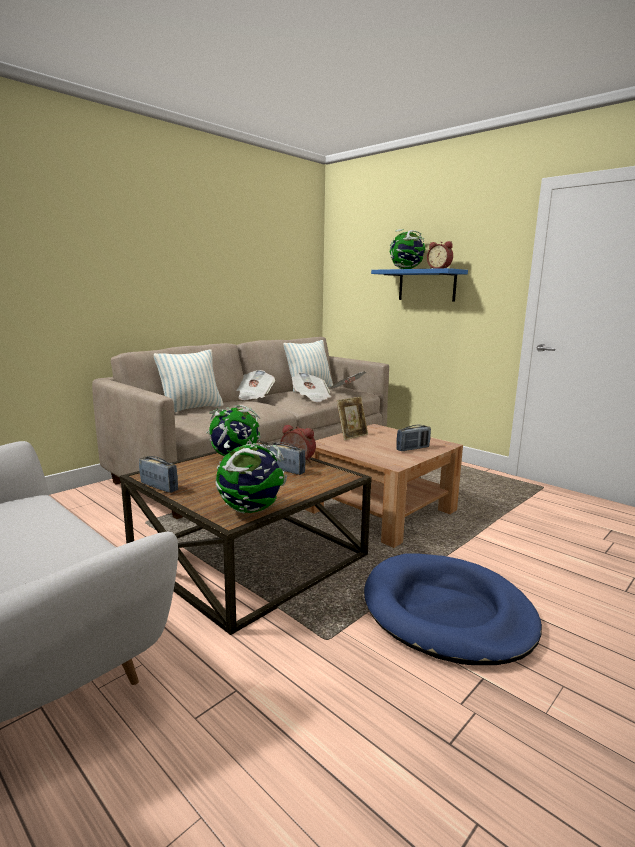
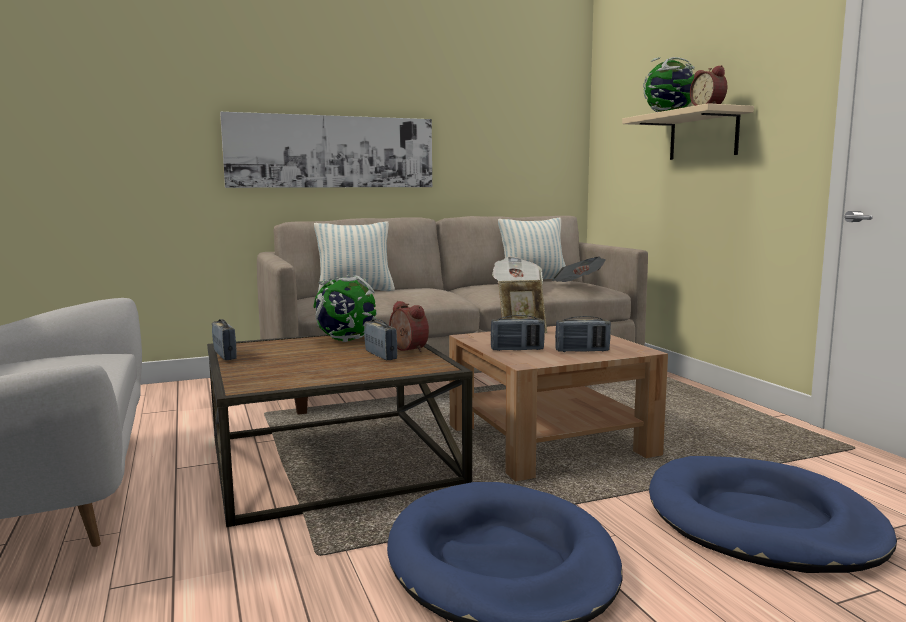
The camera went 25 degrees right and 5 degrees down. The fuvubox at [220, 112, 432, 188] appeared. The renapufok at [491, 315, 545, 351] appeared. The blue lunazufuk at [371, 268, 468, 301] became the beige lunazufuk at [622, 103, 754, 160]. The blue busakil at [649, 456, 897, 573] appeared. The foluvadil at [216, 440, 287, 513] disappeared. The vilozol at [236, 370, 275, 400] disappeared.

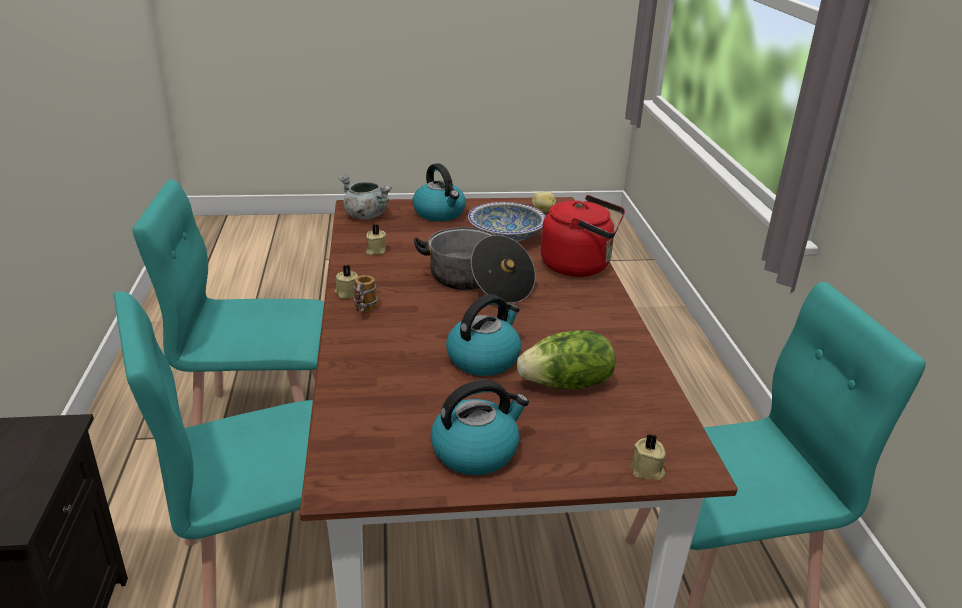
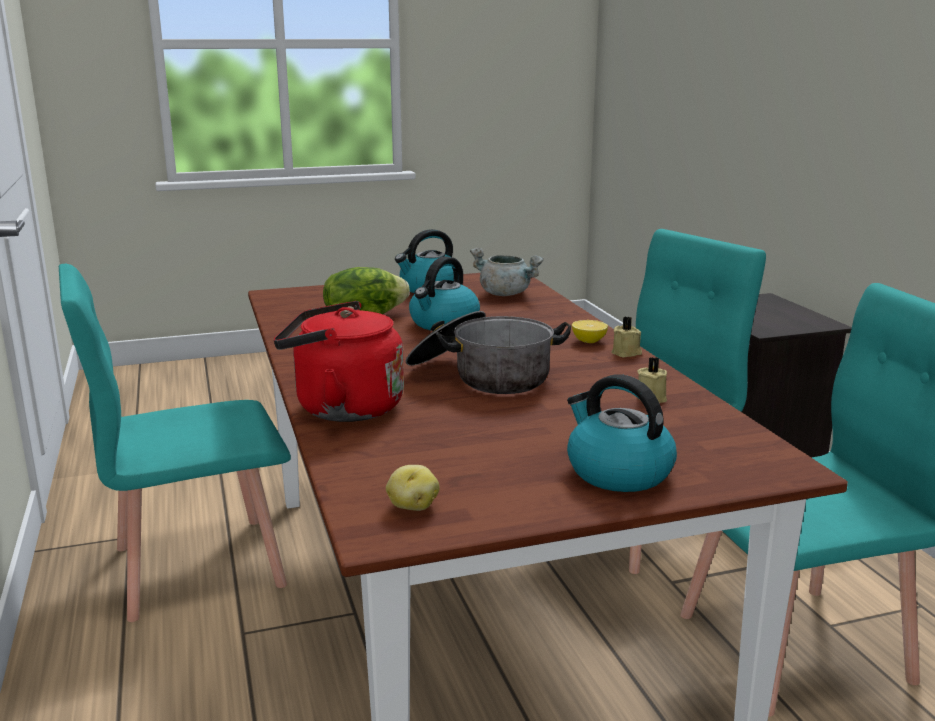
The camera went 170 degrees right and 10 degrees down. The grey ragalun moved from [338, 175, 392, 219] to [470, 247, 544, 296]. The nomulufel at [354, 275, 378, 312] was replaced by the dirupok at [572, 320, 608, 343]. The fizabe at [468, 202, 546, 242] disappeared. The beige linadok at [630, 434, 666, 480] disappeared.

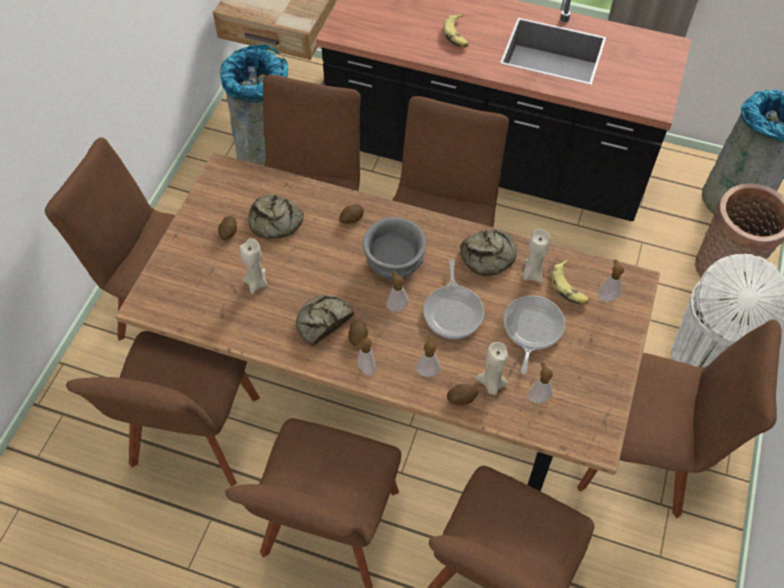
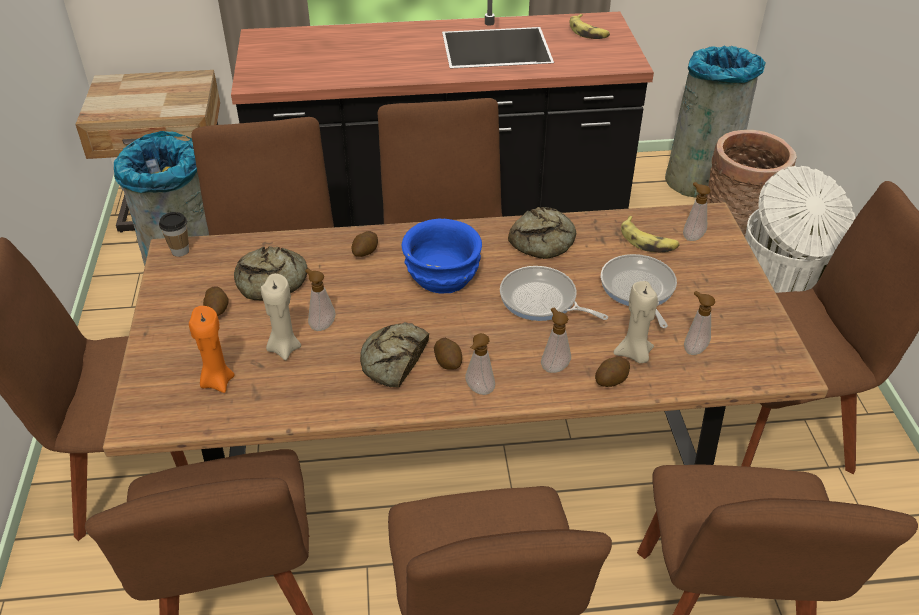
The camera went 25 degrees left and 15 degrees down. The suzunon at [159, 212, 189, 257] appeared. The orange linadok at [189, 306, 235, 393] appeared. The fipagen moved from [386, 271, 409, 312] to [305, 269, 336, 331]. The grey fizabe at [362, 217, 426, 279] became the blue fizabe at [402, 219, 482, 294]. The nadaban at [423, 259, 484, 339] turned 150 degrees clockwise. The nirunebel moved from [444, 14, 469, 47] to [570, 14, 610, 39]. The beige linadok at [522, 229, 551, 283] disappeared.

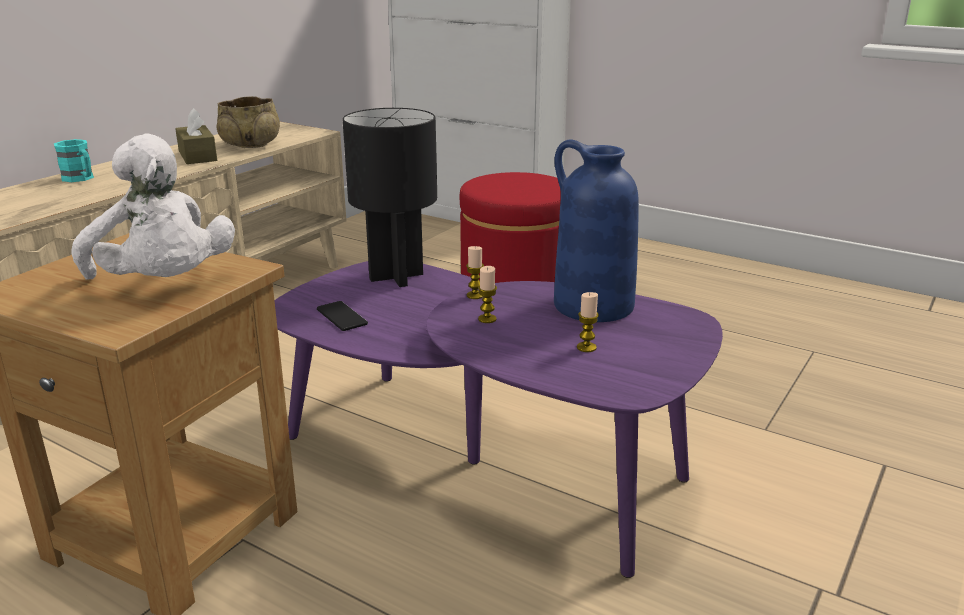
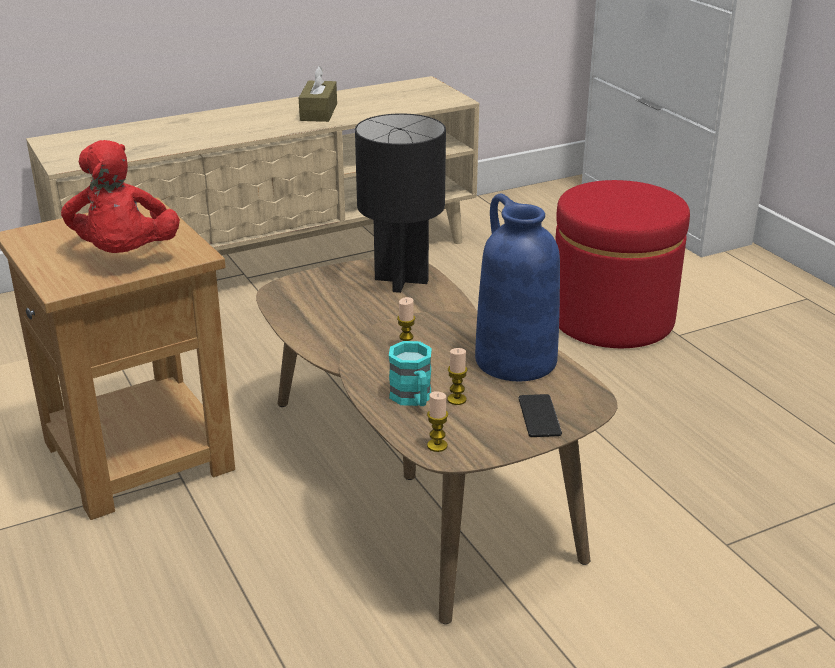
The camera went 30 degrees right and 5 degrees up. The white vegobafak at [71, 133, 235, 279] became the red vegobafak at [61, 140, 180, 253]. The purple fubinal at [274, 261, 723, 578] became the brown fubinal at [256, 258, 618, 624]. The turquoise nomulufel moved from [54, 139, 94, 182] to [389, 341, 432, 406]. The linadok moved from [466, 246, 484, 299] to [427, 391, 448, 452]. The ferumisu moved from [317, 301, 368, 331] to [519, 394, 562, 437]. The beige fizabe at [217, 96, 280, 148] disappeared.

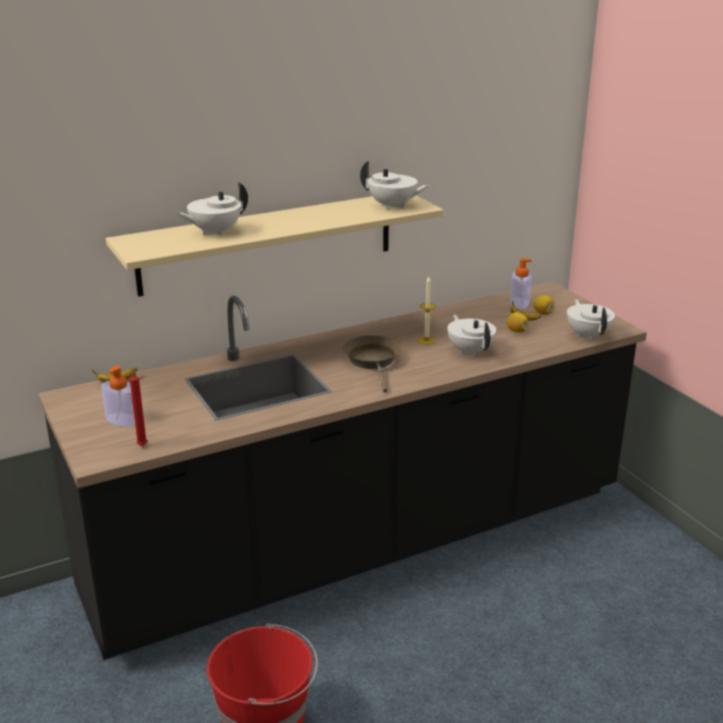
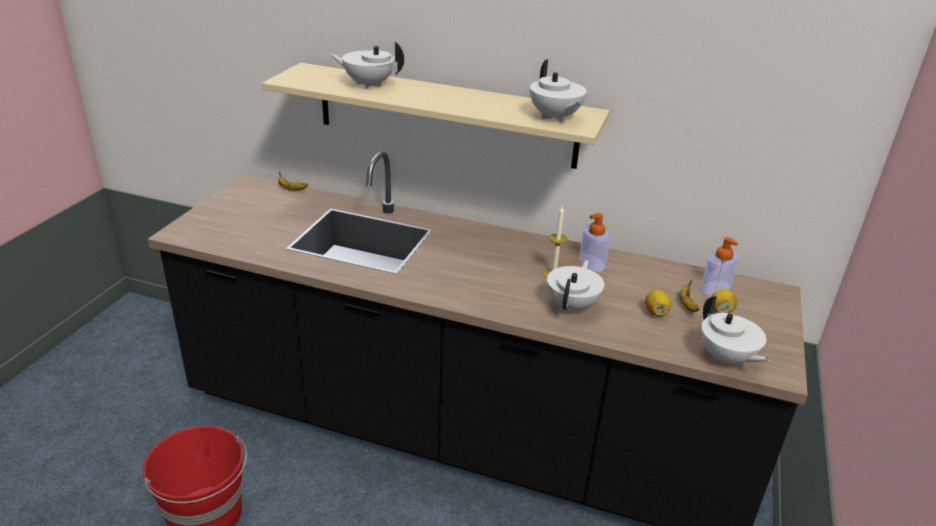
The camera went 45 degrees right and 5 degrees up. The fipagen moved from [101, 366, 135, 426] to [579, 213, 610, 272]. The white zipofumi at [567, 299, 615, 340] turned 120 degrees clockwise. The red linadok at [130, 374, 147, 446] disappeared. The brown nadaban at [343, 335, 401, 392] disappeared.

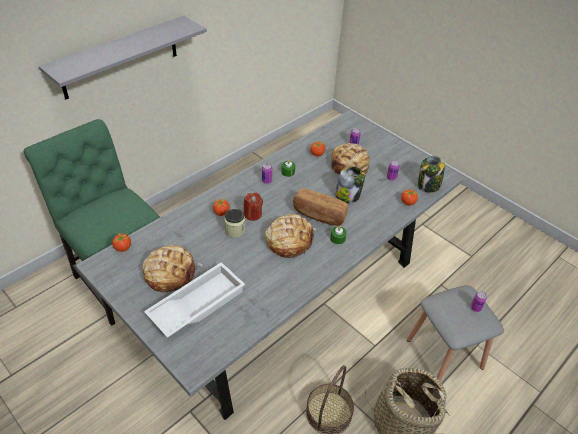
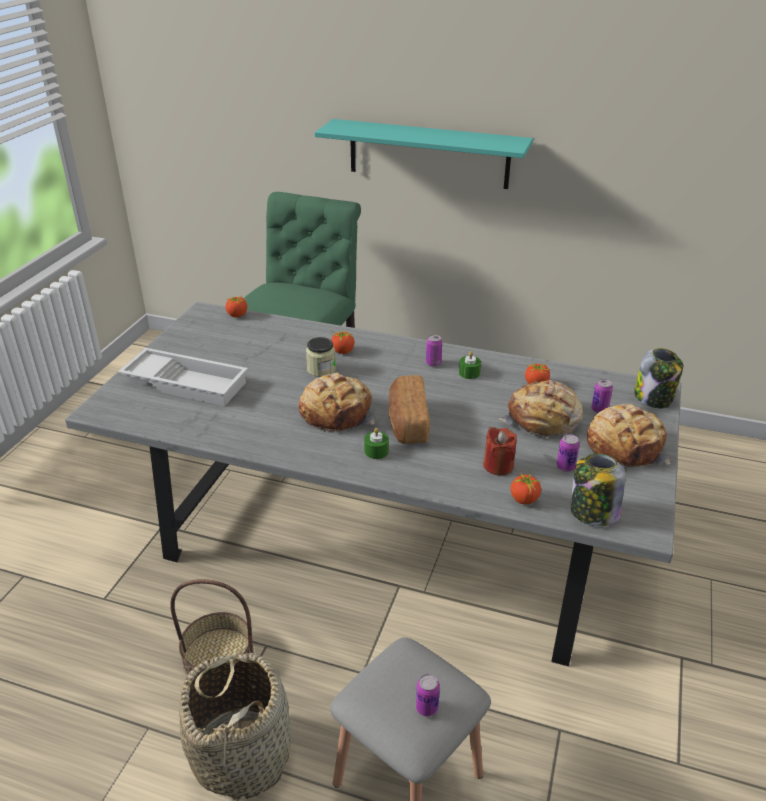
The camera went 65 degrees right and 10 degrees down. The grey lunazufuk at [39, 16, 207, 99] became the turquoise lunazufuk at [315, 119, 533, 189]. The red linadok moved from [244, 193, 263, 221] to [483, 427, 517, 476]. The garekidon moved from [142, 245, 203, 293] to [587, 404, 671, 467]. The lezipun moved from [335, 166, 365, 203] to [634, 348, 683, 408].

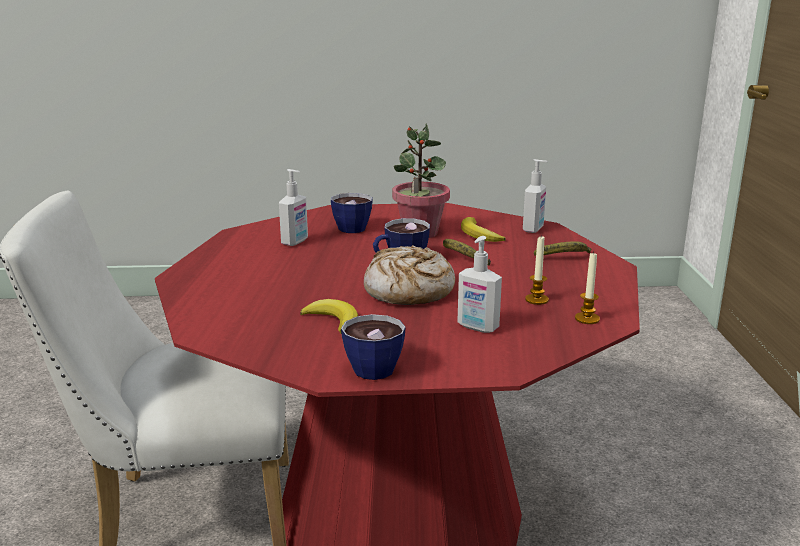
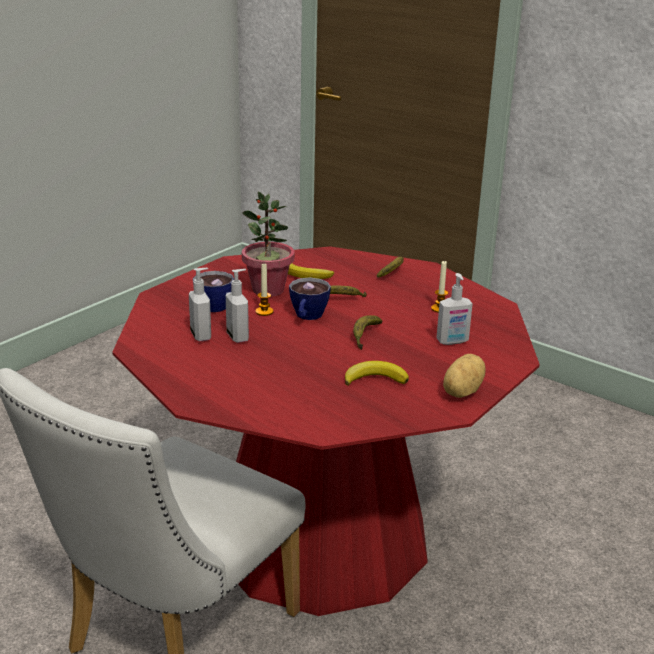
The camera went 50 degrees left and 5 degrees up. The fipagen moved from [523, 159, 548, 233] to [226, 269, 249, 343]. The linadok moved from [575, 251, 600, 324] to [255, 264, 273, 316]. The garekidon at [364, 245, 455, 305] was replaced by the nirunebel at [353, 315, 383, 350]. The suzunon at [341, 314, 406, 380] was replaced by the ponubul at [443, 354, 486, 398].

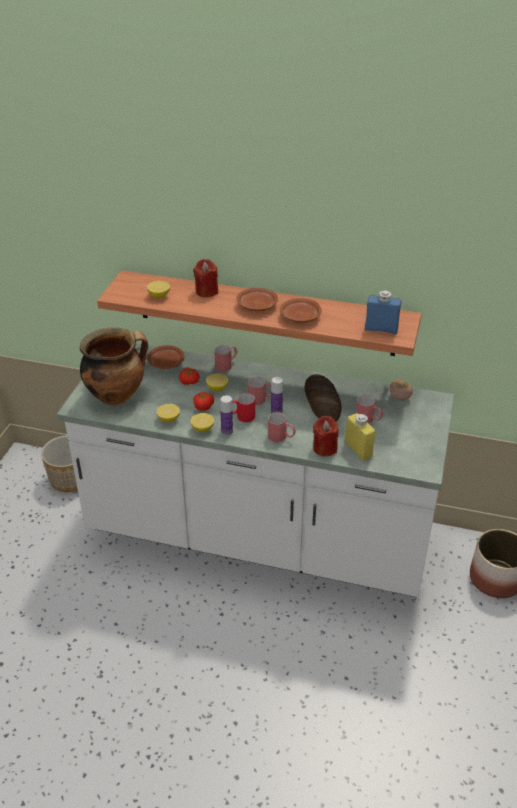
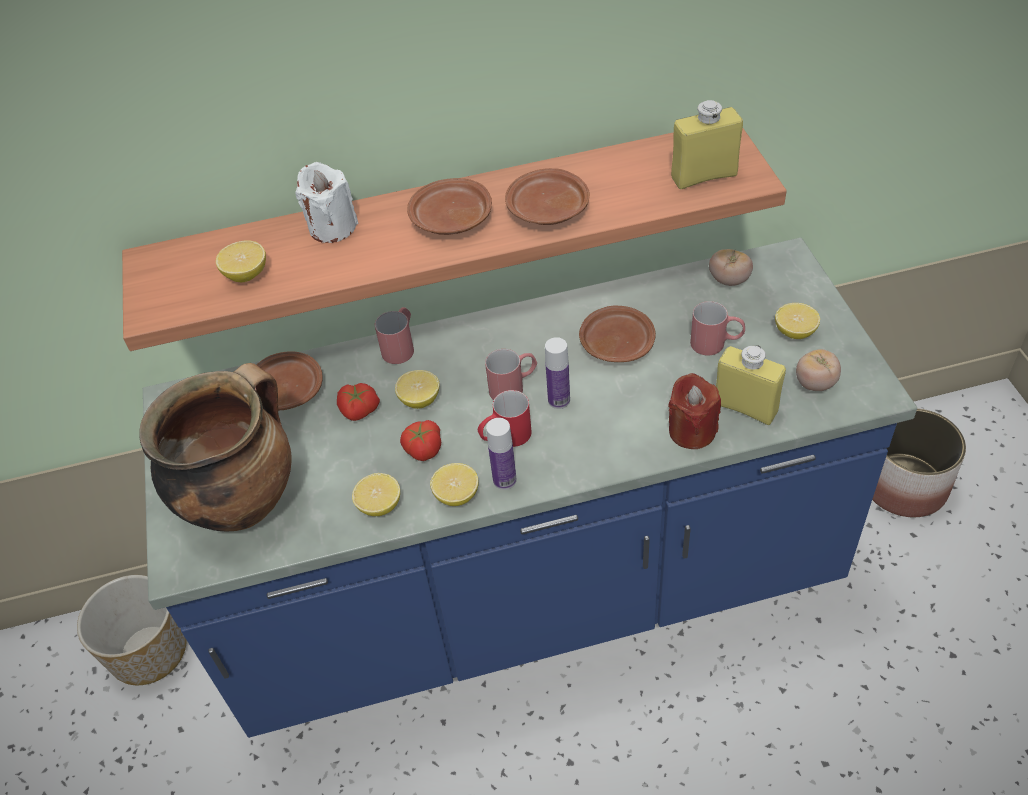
The camera went 25 degrees left and 10 degrees up. The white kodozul at [57, 343, 454, 597] became the blue kodozul at [143, 237, 917, 738]. The red linadok at [193, 259, 218, 297] became the white linadok at [295, 162, 358, 243]. The garekidon at [304, 374, 342, 421] was replaced by the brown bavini at [579, 306, 656, 362]. The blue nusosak at [365, 290, 401, 334] became the yellow nusosak at [671, 100, 743, 189]. The dirupok at [775, 303, 820, 339] appeared. The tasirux at [796, 349, 841, 391] appeared. The red nomulufel at [268, 412, 296, 442] disappeared.

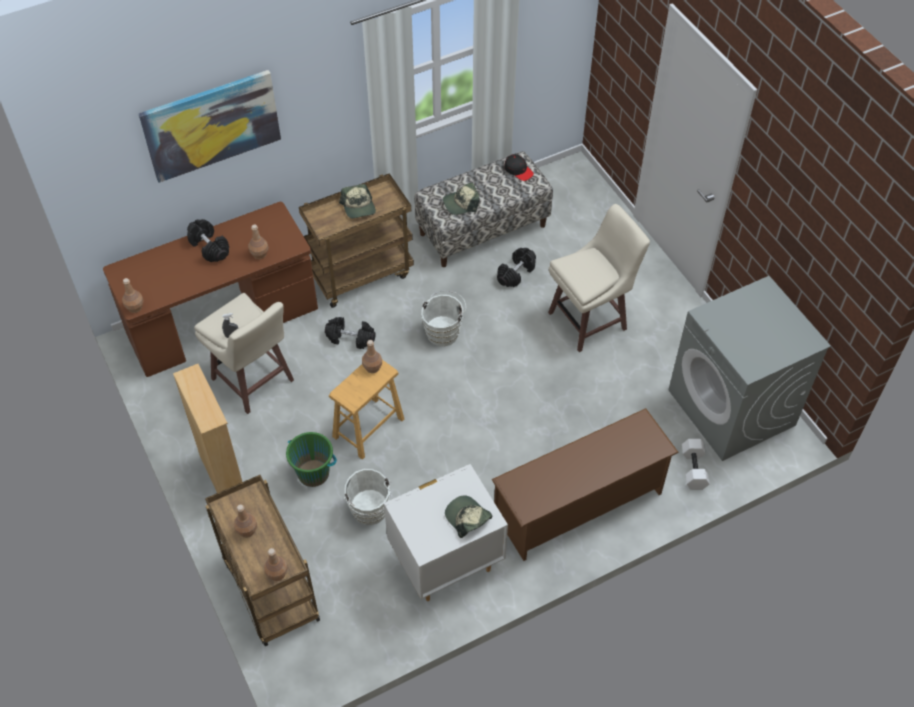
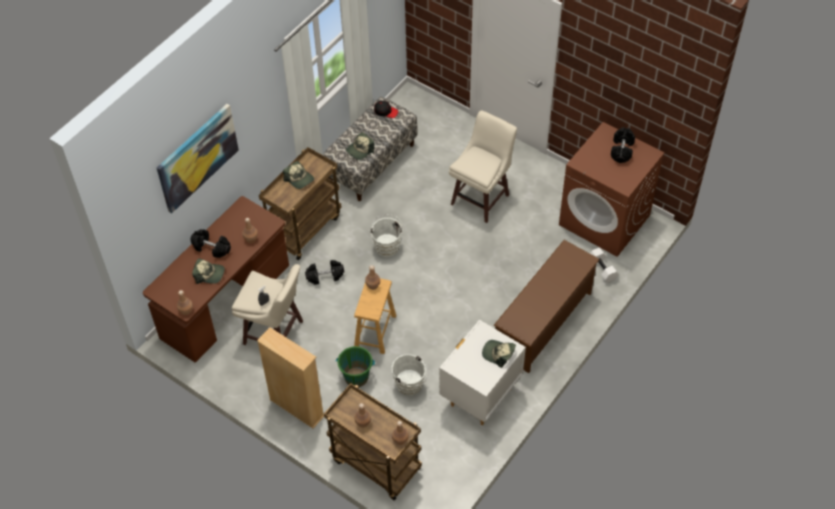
The camera went 25 degrees left and 0 degrees up. The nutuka at [192, 259, 225, 284] appeared. The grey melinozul at [669, 276, 831, 461] became the brown melinozul at [559, 122, 664, 257]. The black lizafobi moved from [497, 248, 536, 287] to [611, 127, 635, 163].

